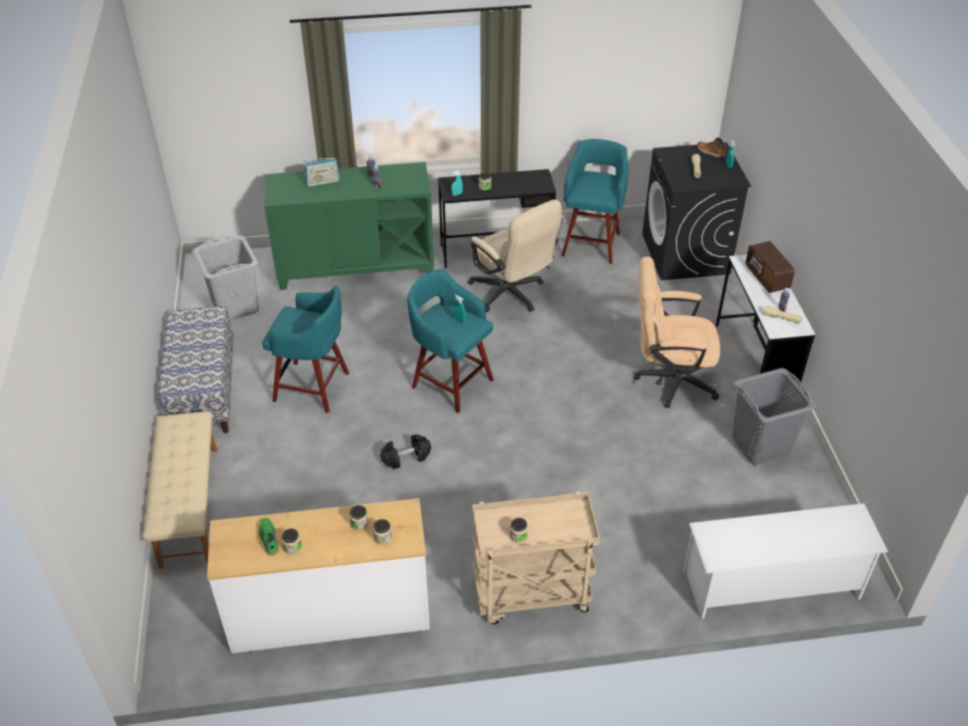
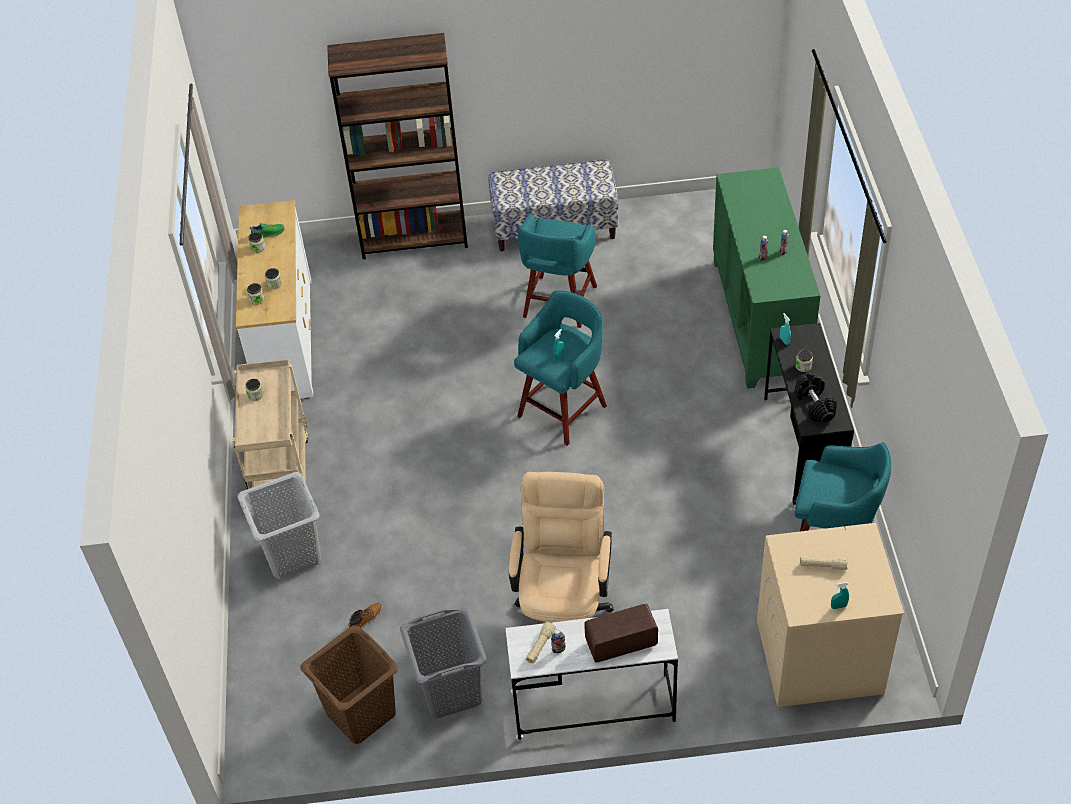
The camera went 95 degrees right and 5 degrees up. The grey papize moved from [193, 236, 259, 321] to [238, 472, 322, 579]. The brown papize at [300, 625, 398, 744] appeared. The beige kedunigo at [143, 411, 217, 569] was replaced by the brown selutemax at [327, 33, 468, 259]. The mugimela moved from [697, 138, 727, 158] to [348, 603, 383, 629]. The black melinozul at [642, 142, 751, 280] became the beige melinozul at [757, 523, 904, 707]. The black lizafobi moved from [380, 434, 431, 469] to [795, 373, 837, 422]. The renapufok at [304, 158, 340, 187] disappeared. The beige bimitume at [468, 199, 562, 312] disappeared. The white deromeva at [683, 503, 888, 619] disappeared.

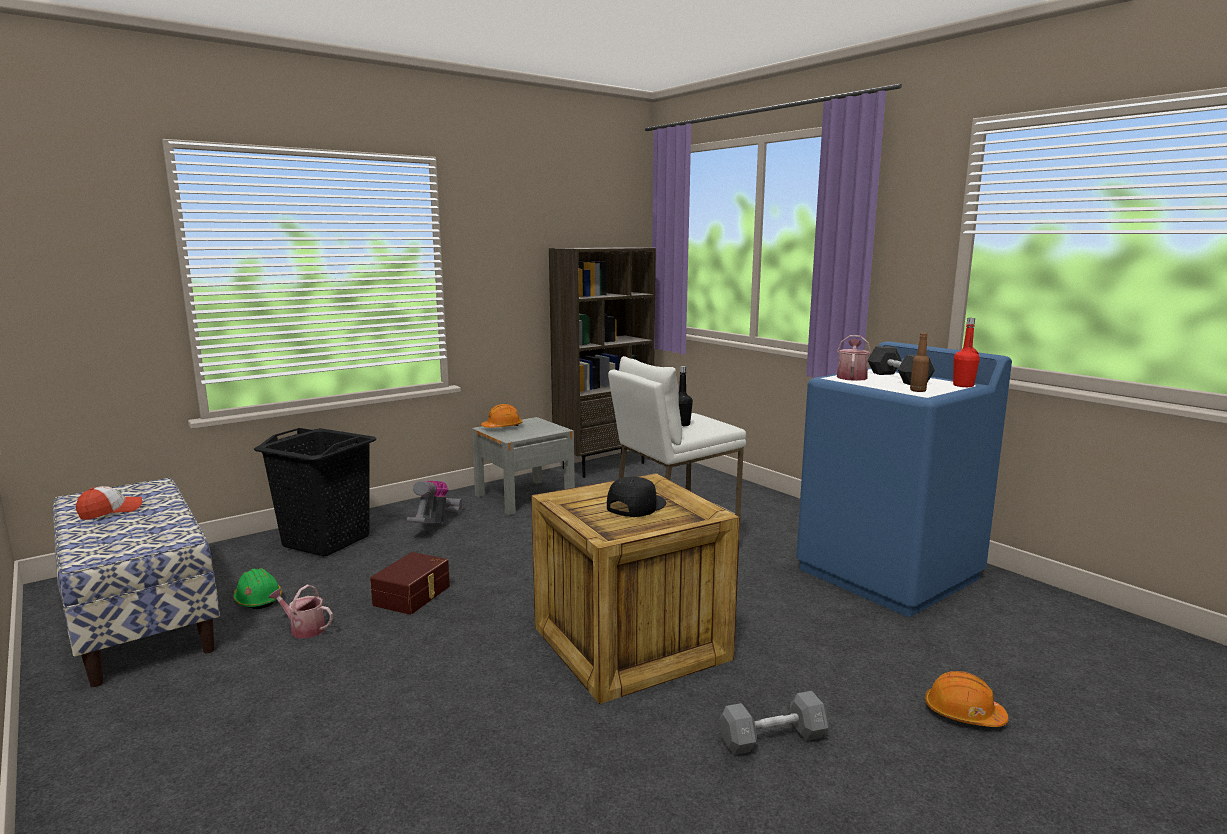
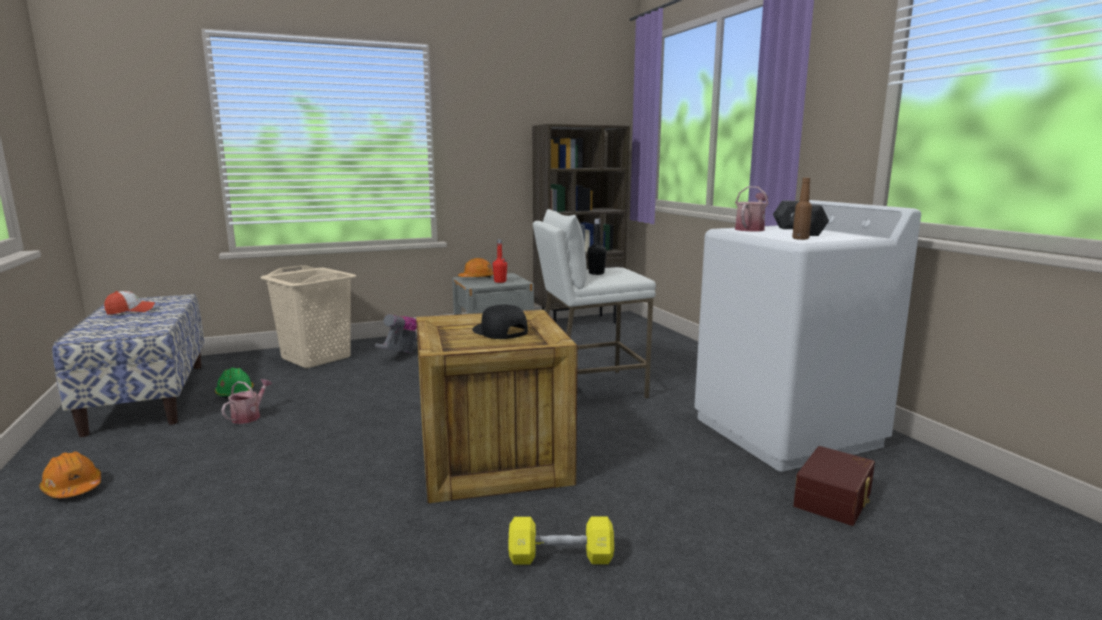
The camera went 15 degrees right and 0 degrees up. The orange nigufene moved from [925, 671, 1009, 727] to [39, 452, 101, 498]. The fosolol at [268, 585, 333, 638] turned 75 degrees clockwise. The black papize at [254, 428, 377, 556] became the beige papize at [260, 265, 356, 368]. The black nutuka at [607, 477, 666, 517] turned 90 degrees counterclockwise. The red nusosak moved from [953, 318, 980, 387] to [493, 239, 507, 283]. The grey lizafobi at [719, 691, 828, 755] became the yellow lizafobi at [508, 516, 614, 564]. The blue melinozul at [797, 341, 1012, 617] became the white melinozul at [694, 200, 921, 472]. The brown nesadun moved from [370, 552, 450, 615] to [793, 446, 875, 526].

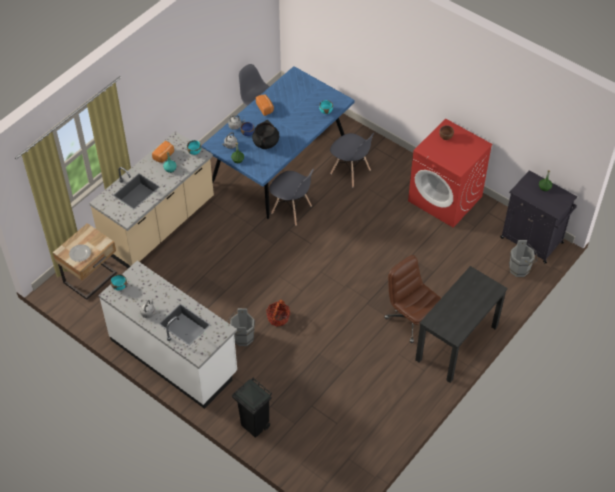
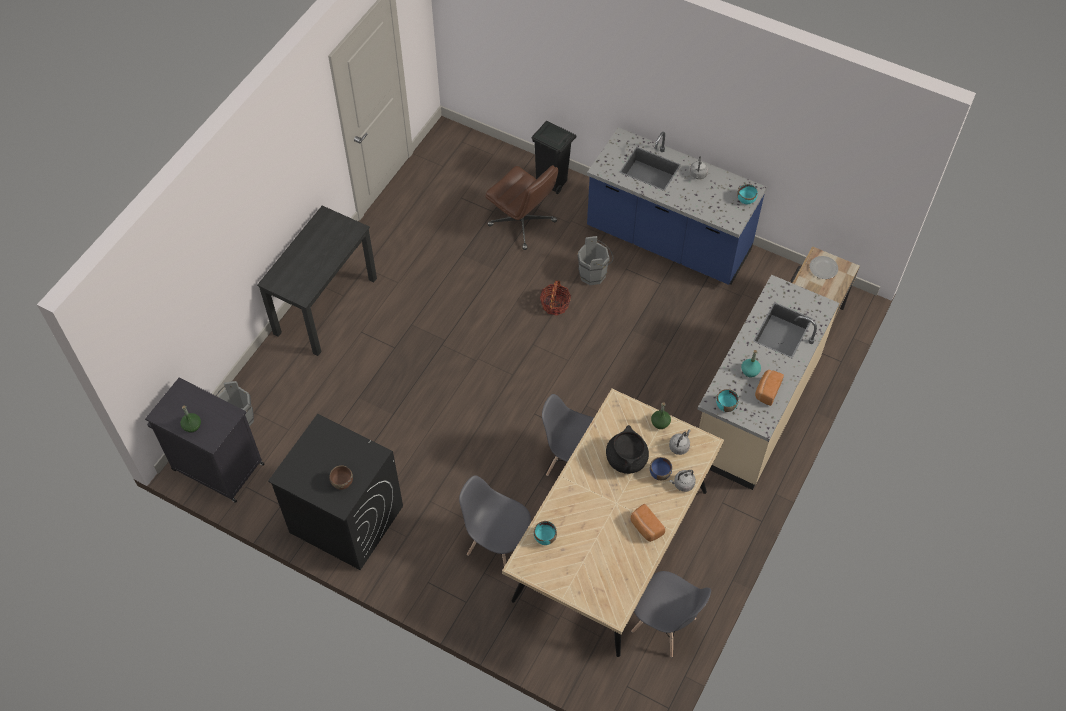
The camera went 170 degrees right and 5 degrees up. The red melinozul at [408, 118, 493, 228] became the black melinozul at [268, 414, 403, 570]. The brown bimitume moved from [384, 255, 441, 343] to [485, 165, 559, 250]. The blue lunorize at [201, 66, 355, 219] became the beige lunorize at [502, 389, 724, 657]. The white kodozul at [99, 261, 237, 409] became the blue kodozul at [587, 127, 767, 285].

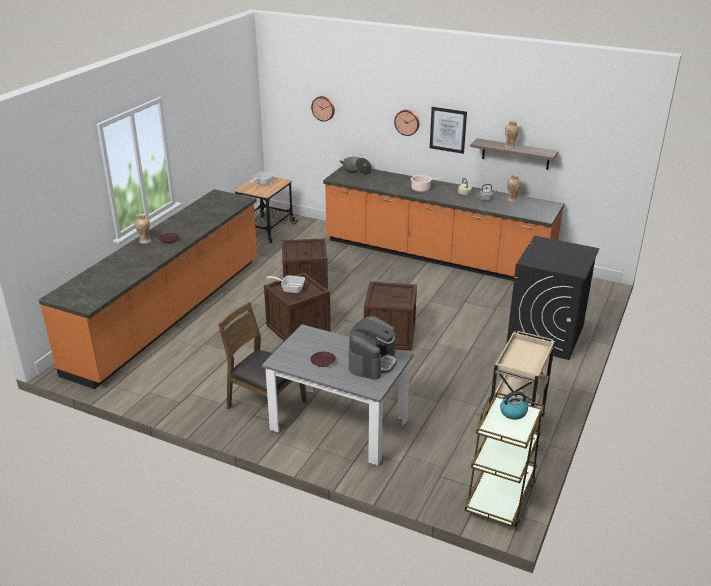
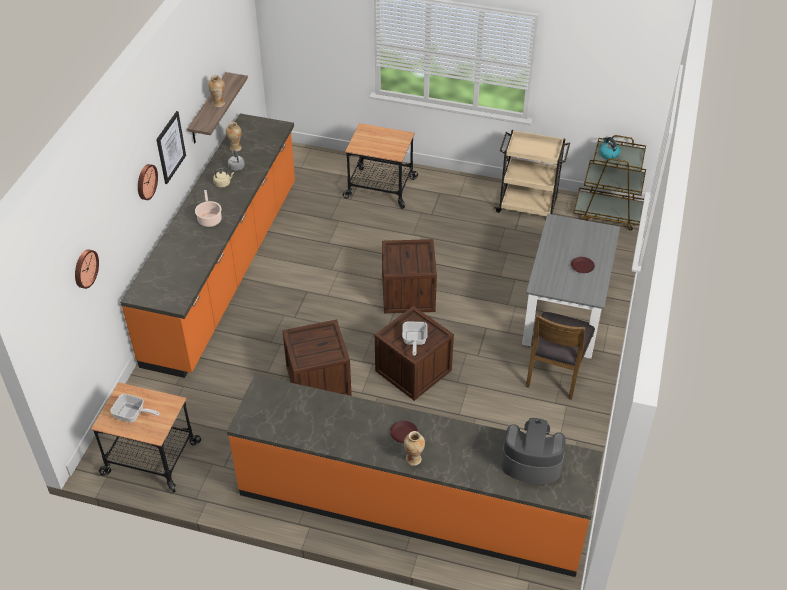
The camera went 100 degrees left and 15 degrees up. The black melinozul at [506, 236, 599, 360] was replaced by the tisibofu at [343, 123, 418, 209]. The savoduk moved from [349, 316, 397, 380] to [501, 418, 566, 484]. The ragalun at [340, 157, 372, 175] disappeared.

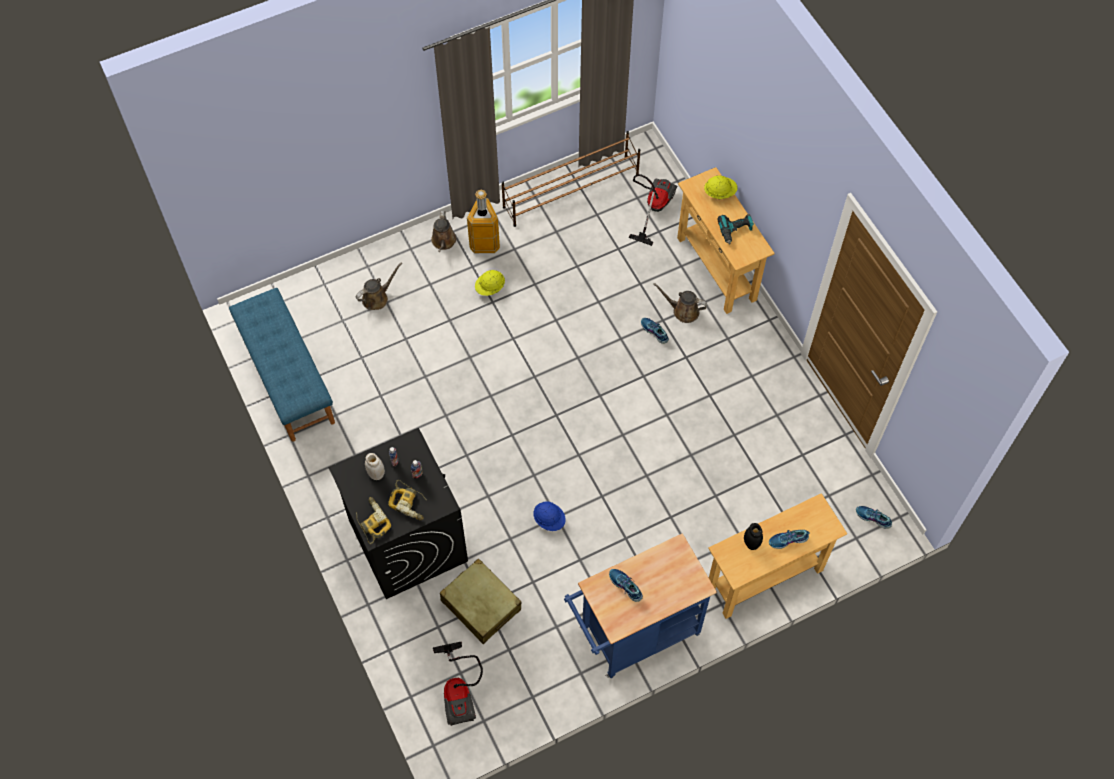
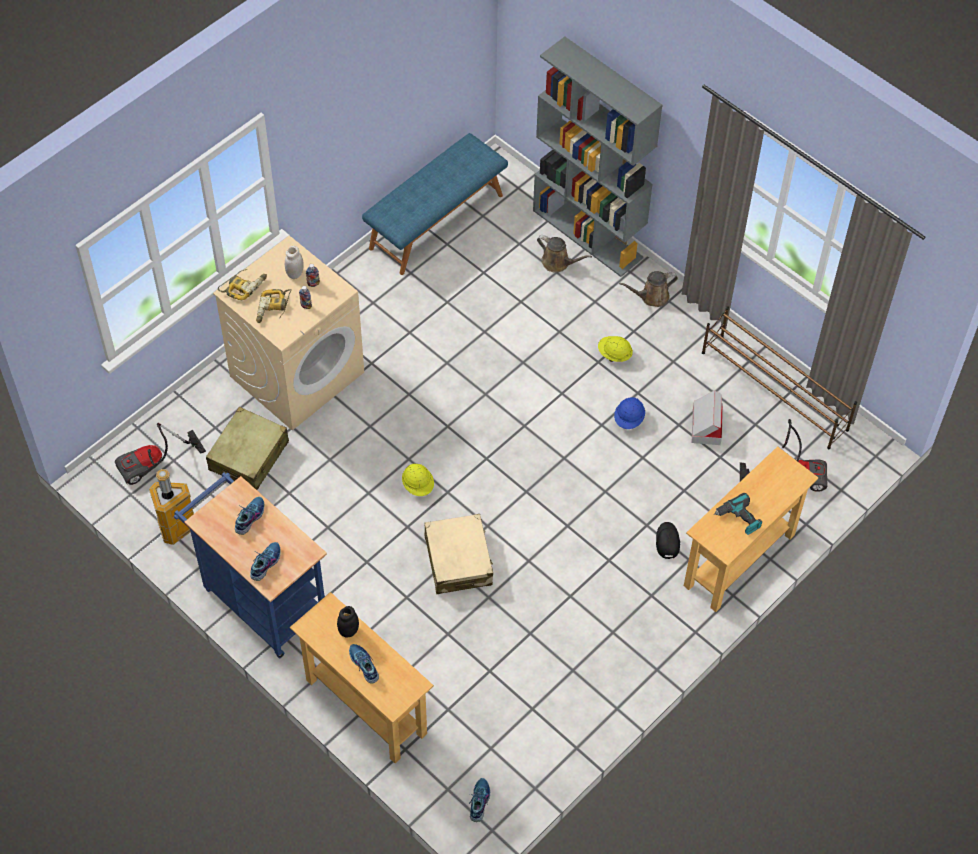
The camera went 70 degrees right and 5 degrees down. The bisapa moved from [467, 190, 500, 253] to [149, 469, 194, 545]. The black melinozul at [328, 428, 468, 599] became the beige melinozul at [213, 235, 364, 431]. The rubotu moved from [641, 318, 669, 344] to [250, 542, 281, 581]. The yellow nigufene moved from [704, 175, 738, 200] to [402, 464, 434, 496]. The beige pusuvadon at [424, 514, 493, 594] appeared. The grey selutemax at [533, 37, 662, 277] appeared. The blue nigufene moved from [533, 501, 566, 531] to [614, 397, 645, 429]. The brown fosolol at [653, 283, 707, 323] was replaced by the black nutuka at [656, 522, 680, 559]. The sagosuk at [692, 390, 723, 445] appeared.

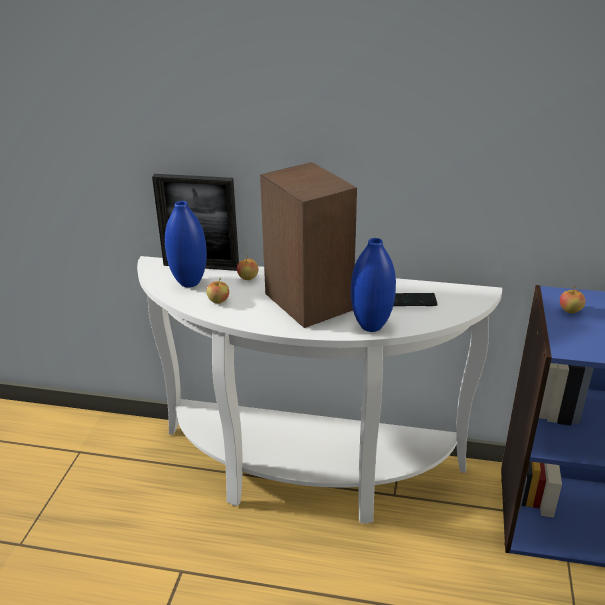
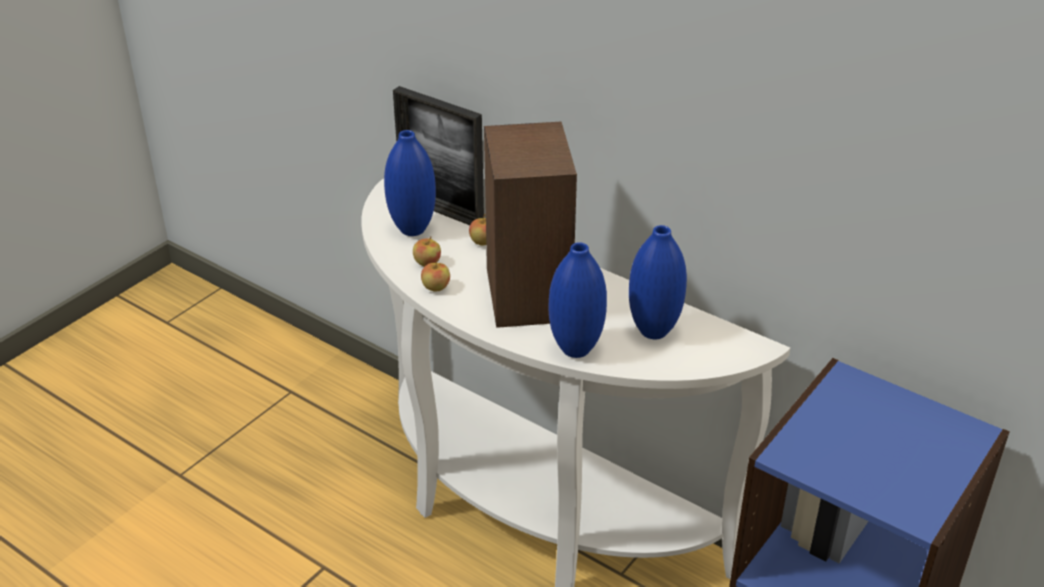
The camera went 25 degrees right and 5 degrees up. The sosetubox moved from [560, 286, 585, 313] to [421, 259, 450, 292]. The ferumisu at [393, 293, 438, 306] was replaced by the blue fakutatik at [629, 225, 687, 339].

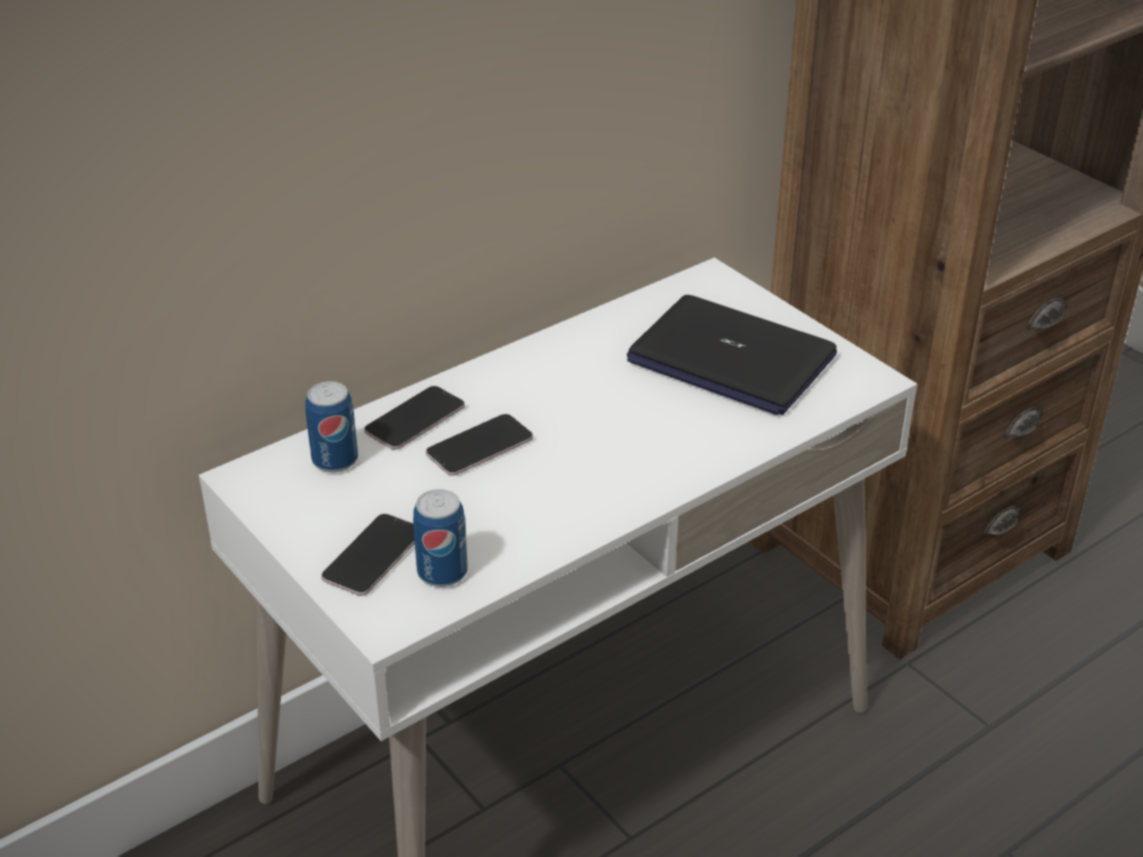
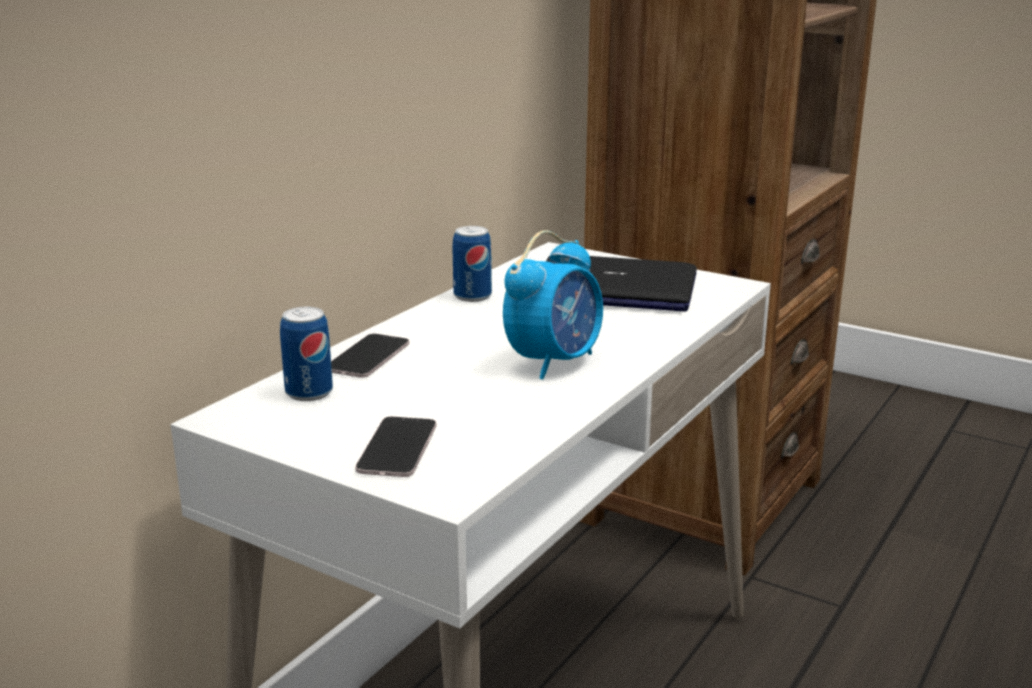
The camera went 20 degrees left and 15 degrees down. The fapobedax moved from [413, 489, 468, 587] to [452, 226, 492, 302]. The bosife at [503, 230, 603, 380] appeared. The ferumisu at [426, 414, 533, 476] disappeared.

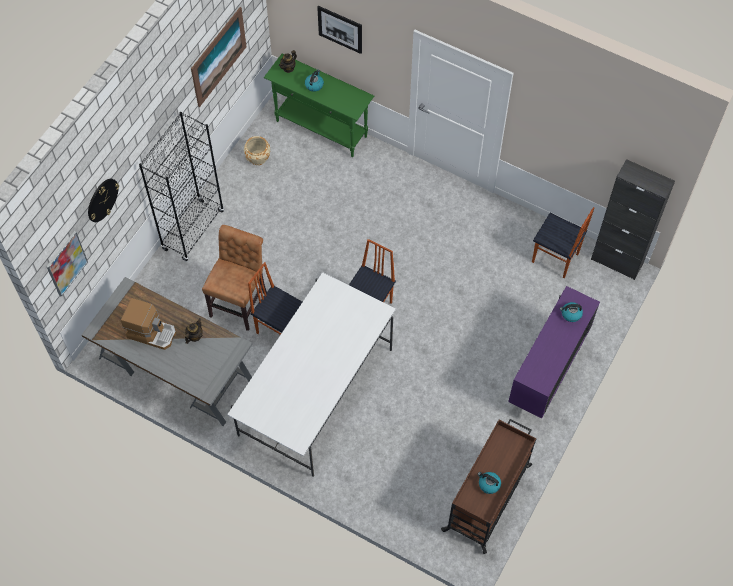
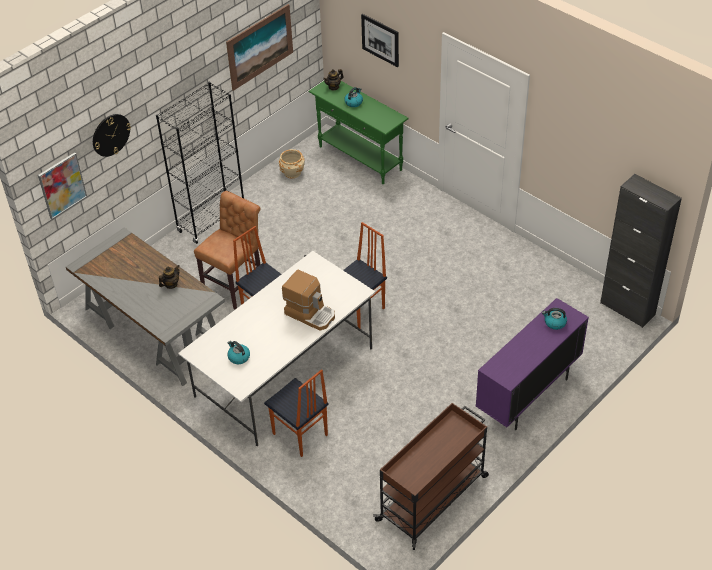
The camera went 15 degrees right and 15 degrees down. The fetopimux moved from [478, 472, 501, 494] to [227, 341, 250, 364]. The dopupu moved from [532, 207, 594, 278] to [264, 369, 329, 457]. The savoduk moved from [121, 298, 176, 350] to [282, 270, 335, 331].

